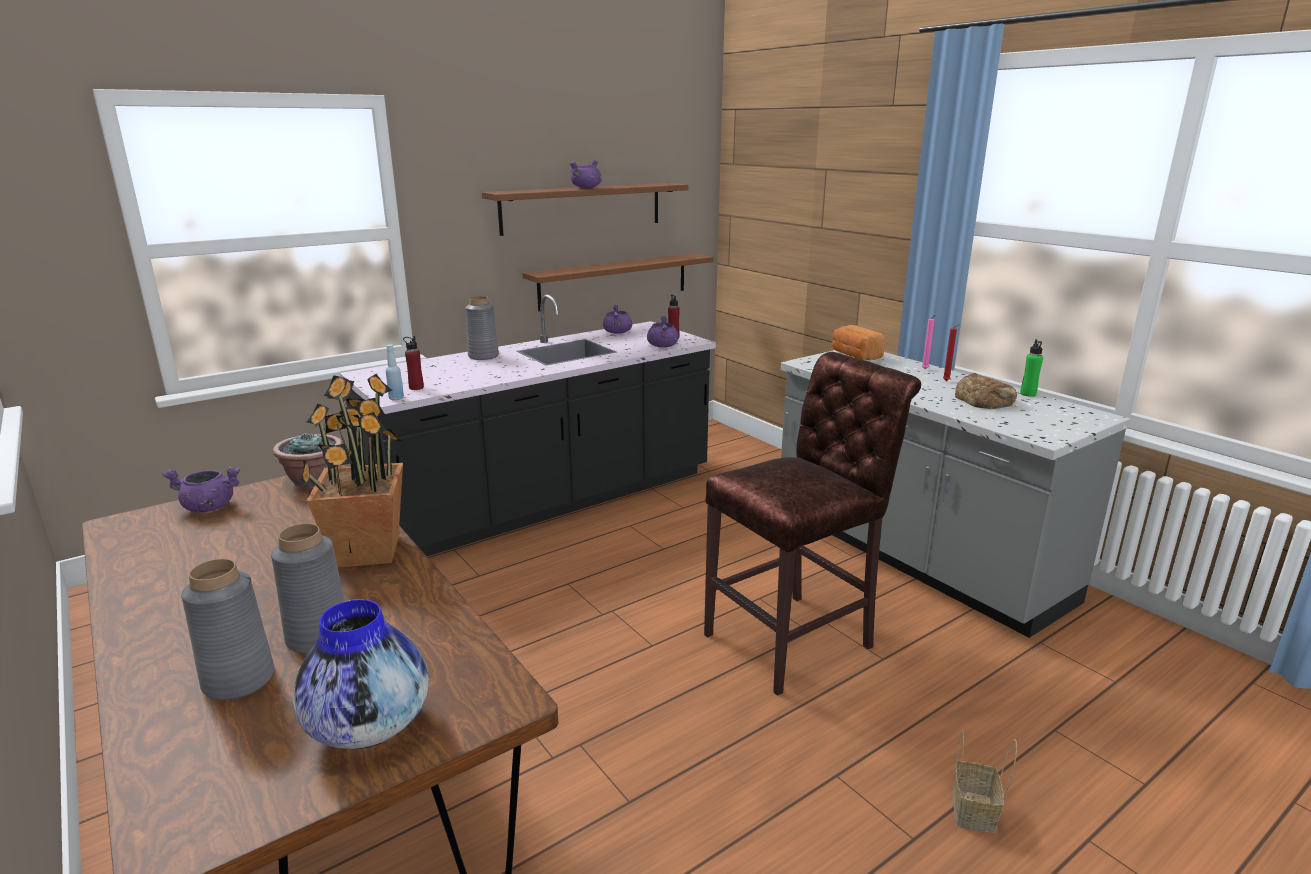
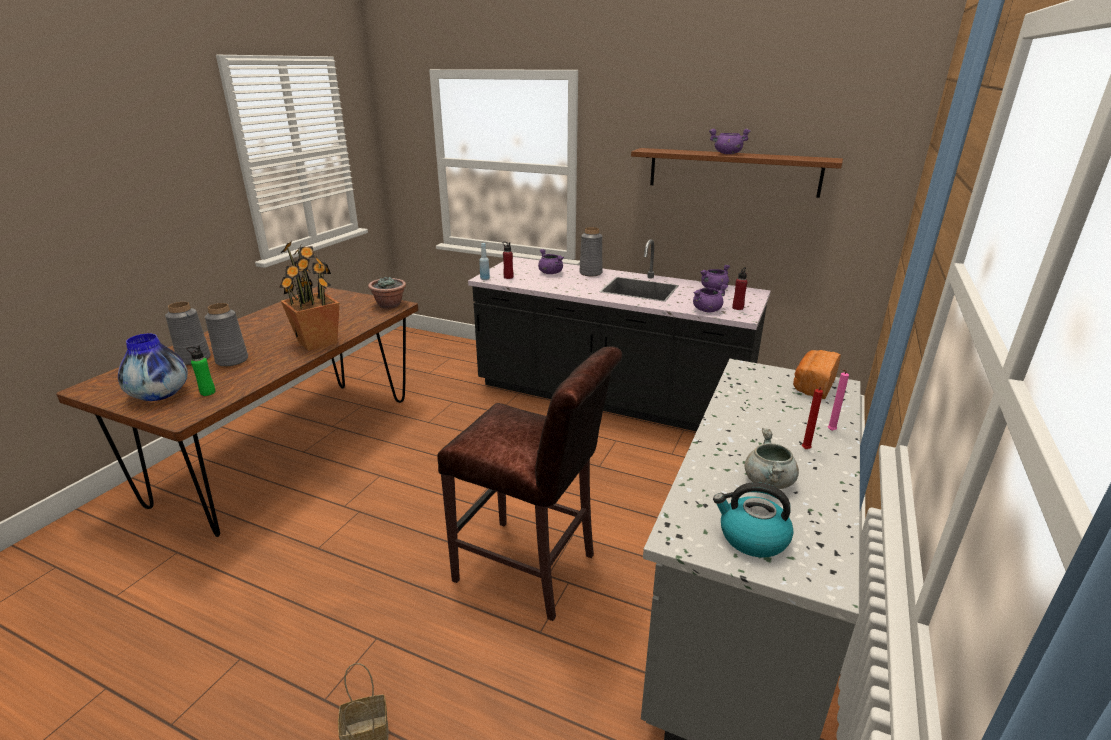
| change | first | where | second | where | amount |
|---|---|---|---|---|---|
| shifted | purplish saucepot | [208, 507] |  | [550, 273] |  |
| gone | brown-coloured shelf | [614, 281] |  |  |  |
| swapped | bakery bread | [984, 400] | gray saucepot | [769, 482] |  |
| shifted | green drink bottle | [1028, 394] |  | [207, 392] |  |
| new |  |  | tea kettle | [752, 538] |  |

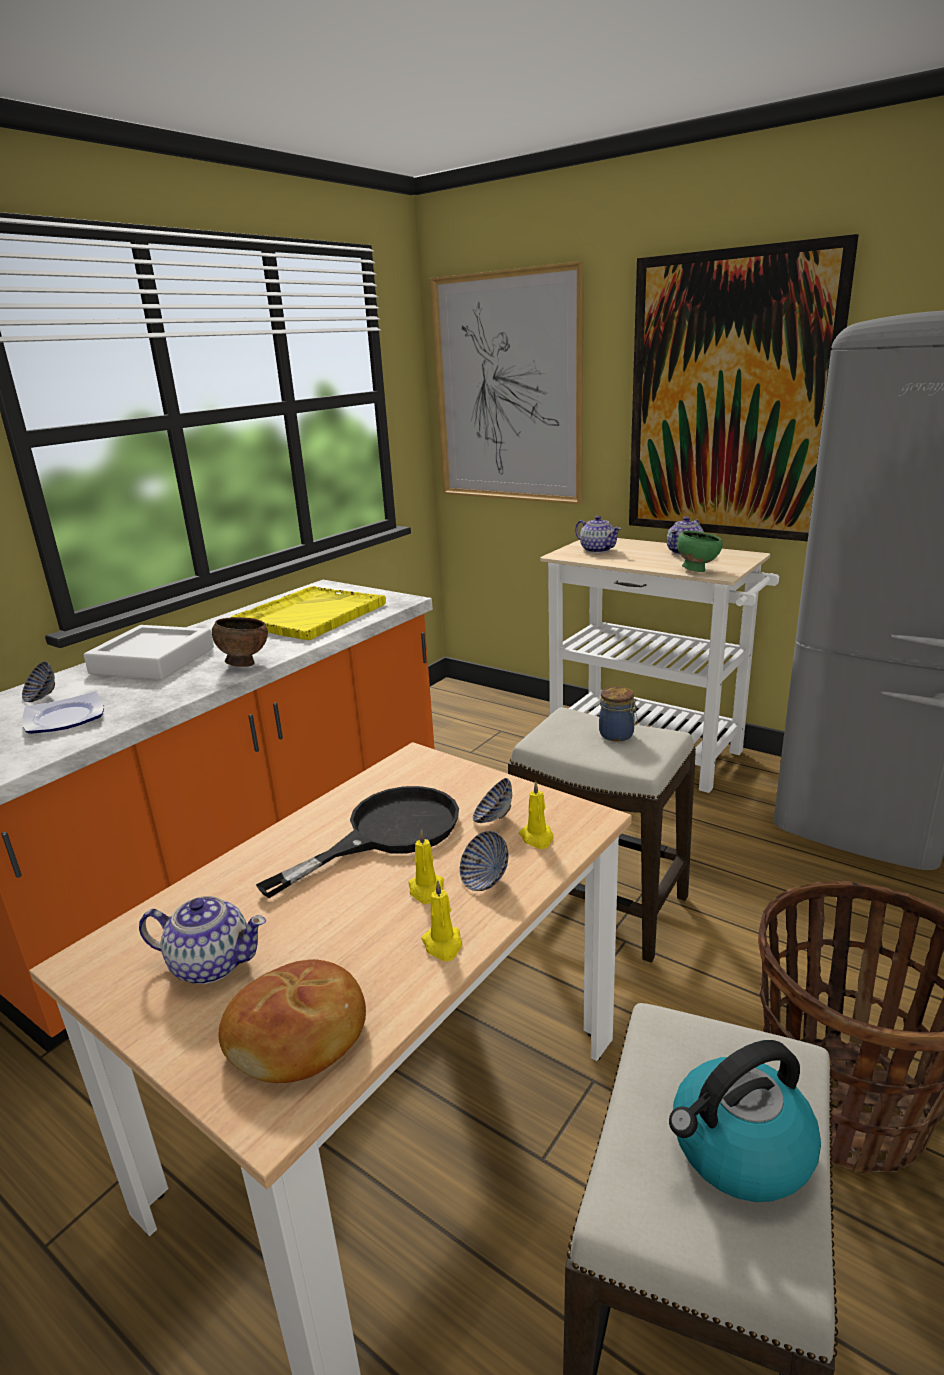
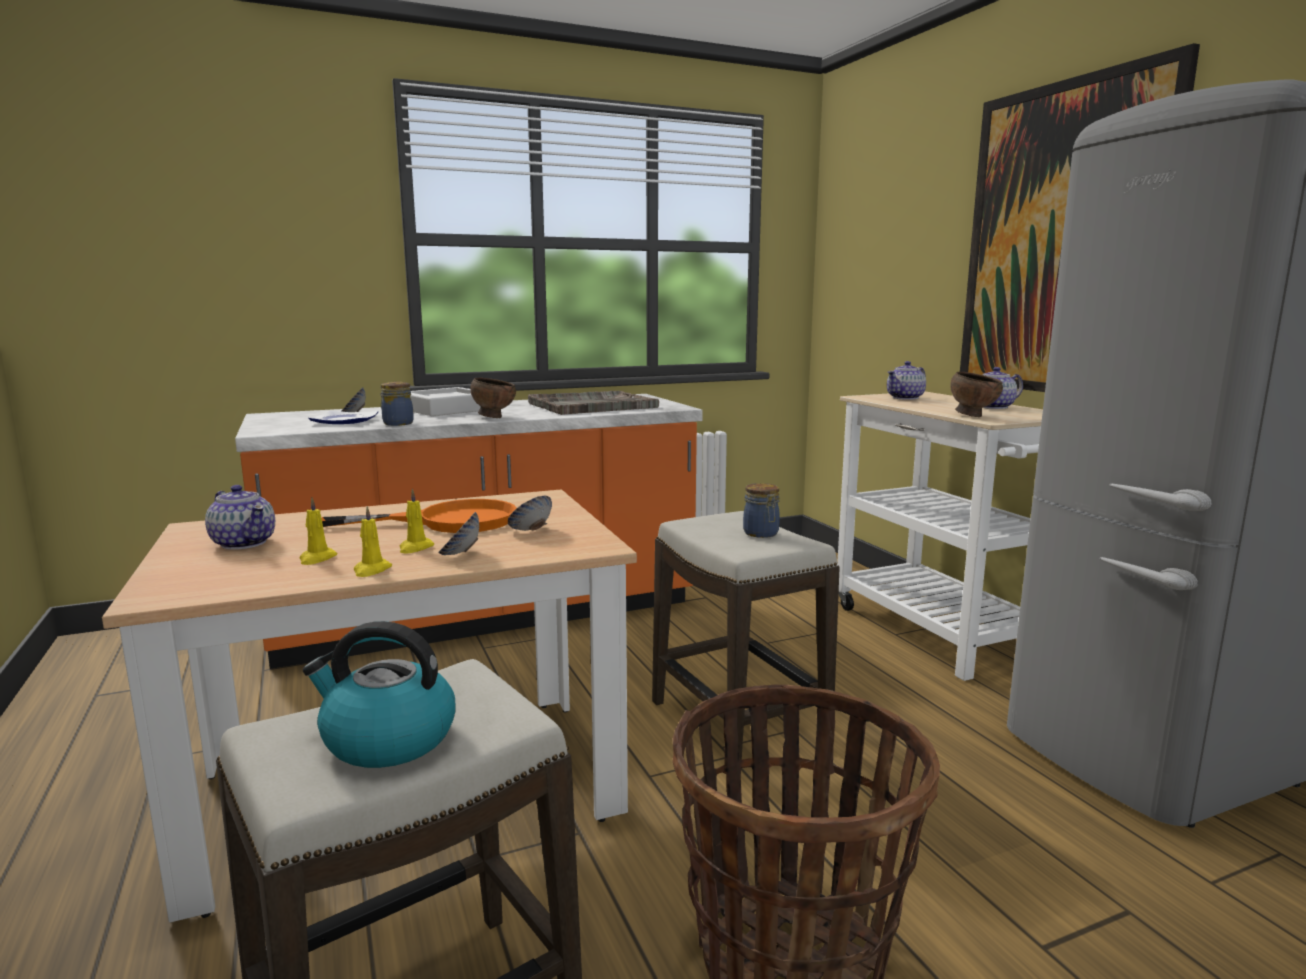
| change | first | where | second | where | amount |
|---|---|---|---|---|---|
| gone | bakery bread | [299, 1036] |  |  |  |
| repainted | yellow-coloured serving tray | [310, 615] | gray serving tray | [591, 405] |  |
| repainted | black-coloured frying pan | [387, 833] | orange-coloured frying pan | [449, 521] |  |
| gone | picture | [507, 390] |  |  |  |
| shifted | yellow-coloured candle | [537, 838] |  | [317, 559] |  |
| rotated | teapot | [597, 550] |  | [905, 398] | 60 degrees clockwise |
| repainted | green serving bowl | [697, 570] | brown-coloured serving bowl | [972, 416] |  |
| new |  |  | storage jar | [397, 423] |  |

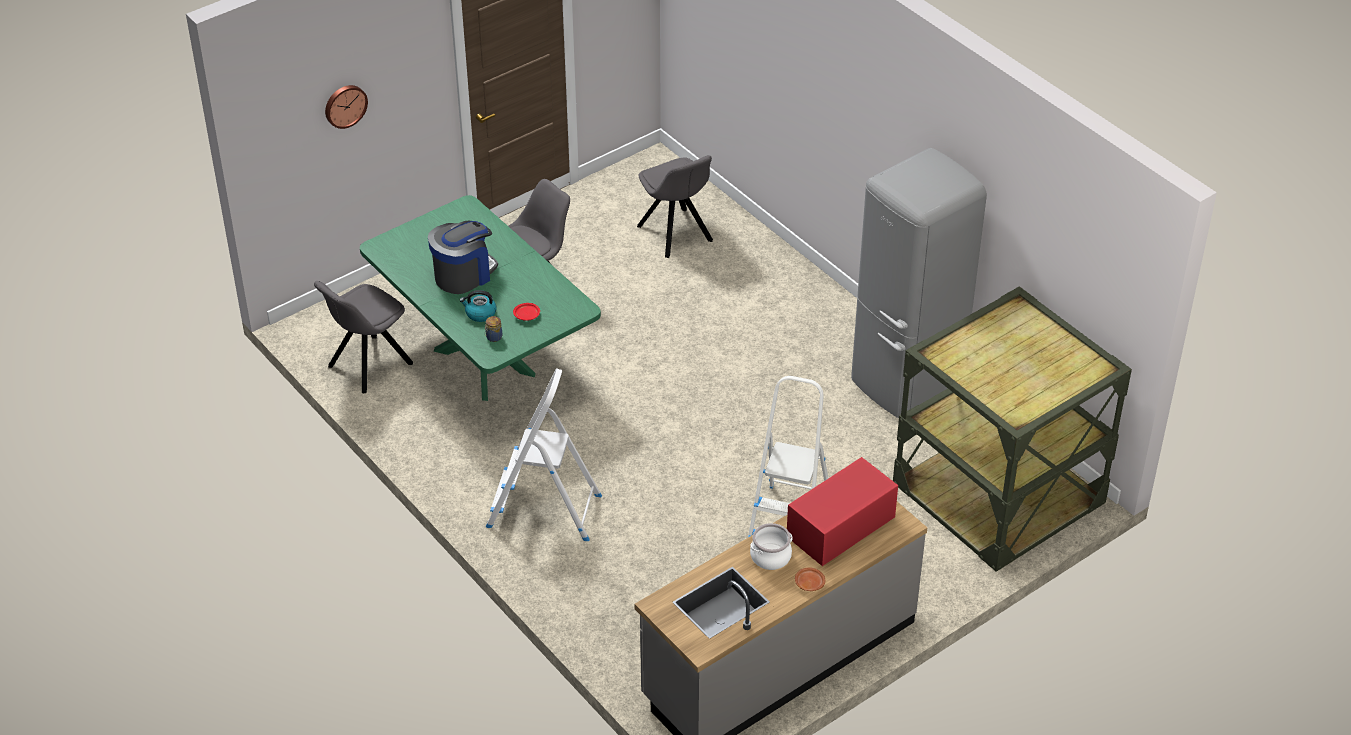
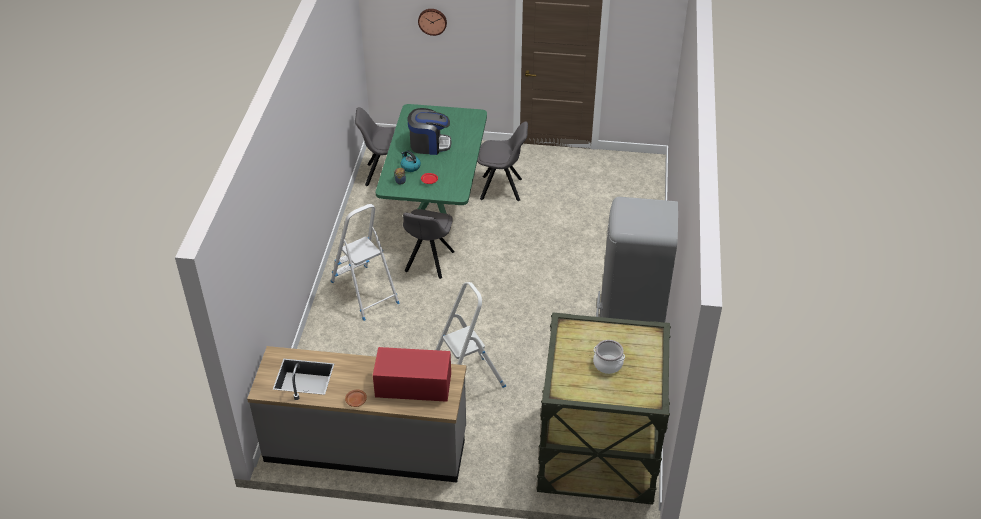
| change | first | where | second | where | amount |
|---|---|---|---|---|---|
| shifted | gray upright chair | [675, 233] |  | [429, 261] |  |
| shifted | saucepot | [770, 556] |  | [608, 363] |  |

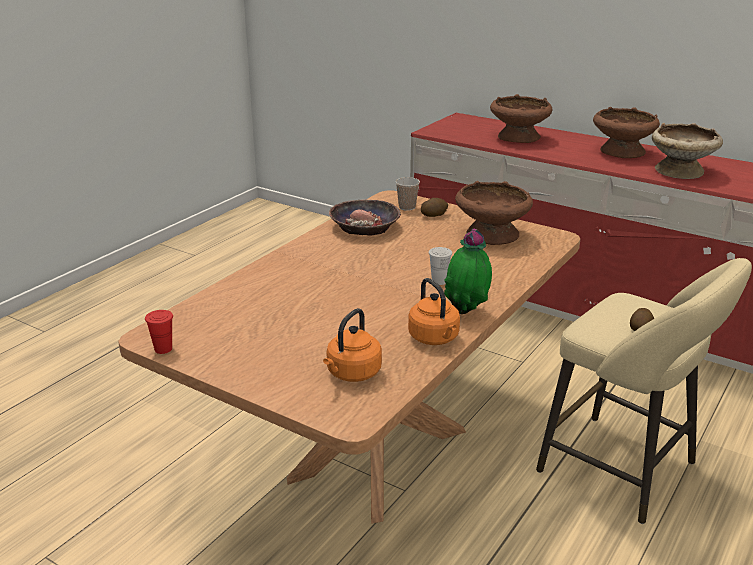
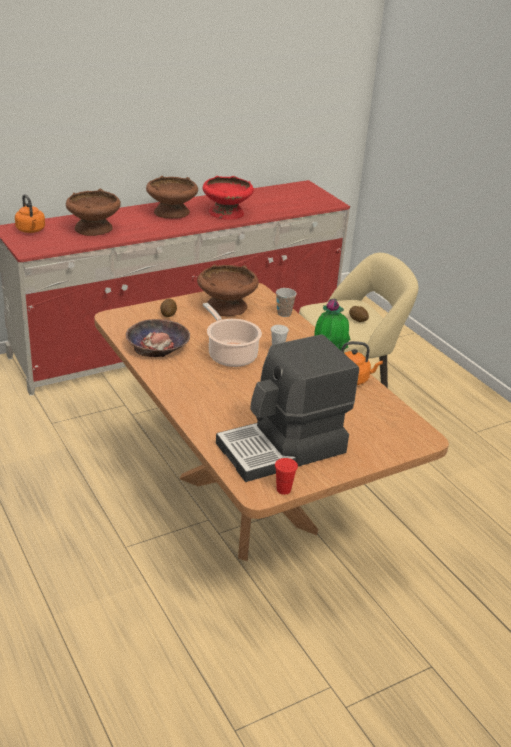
| change | first | where | second | where | amount |
|---|---|---|---|---|---|
| shifted | orange-coloured tea kettle | [352, 374] |  | [31, 230] |  |
| shifted | cup | [407, 207] |  | [284, 313] |  |
| repainted | beige-coloured serving bowl | [681, 171] | red-coloured serving bowl | [227, 212] |  |
| new |  |  | saucepot | [230, 355] |  |
| new |  |  | coffee machine | [283, 449] |  |

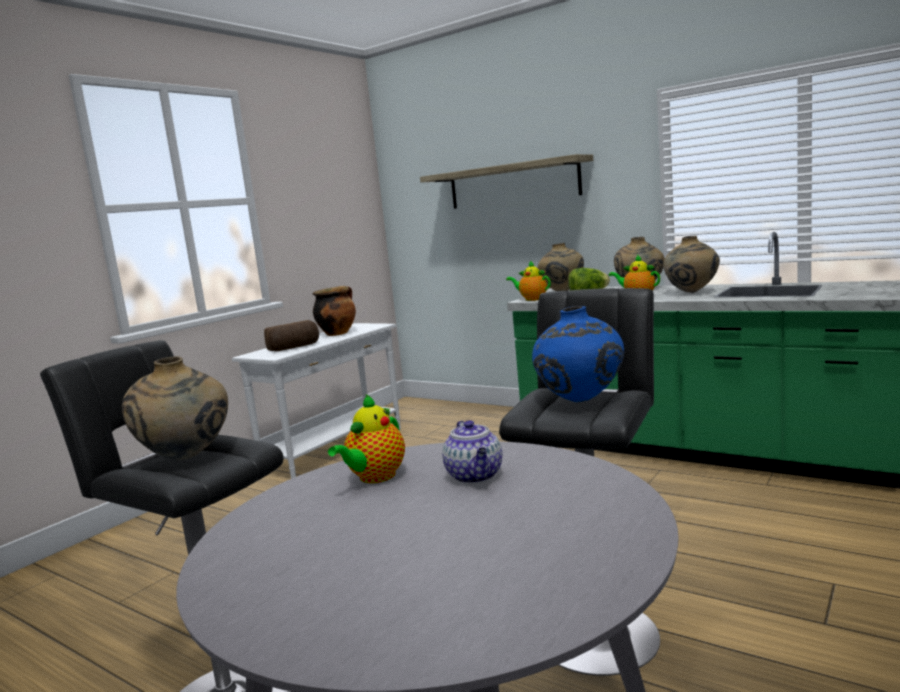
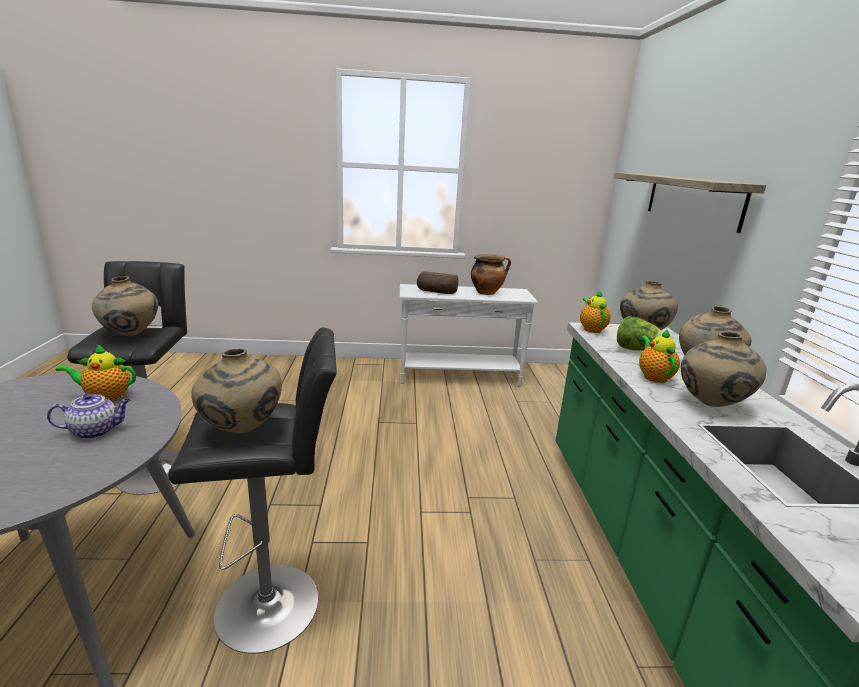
| change | first | where | second | where | amount |
|---|---|---|---|---|---|
| rotated | teapot | [475, 476] |  | [96, 431] | 150 degrees counterclockwise |
| repainted | bluish flower vase | [581, 402] | beige-coloured flower vase | [241, 431] |  |

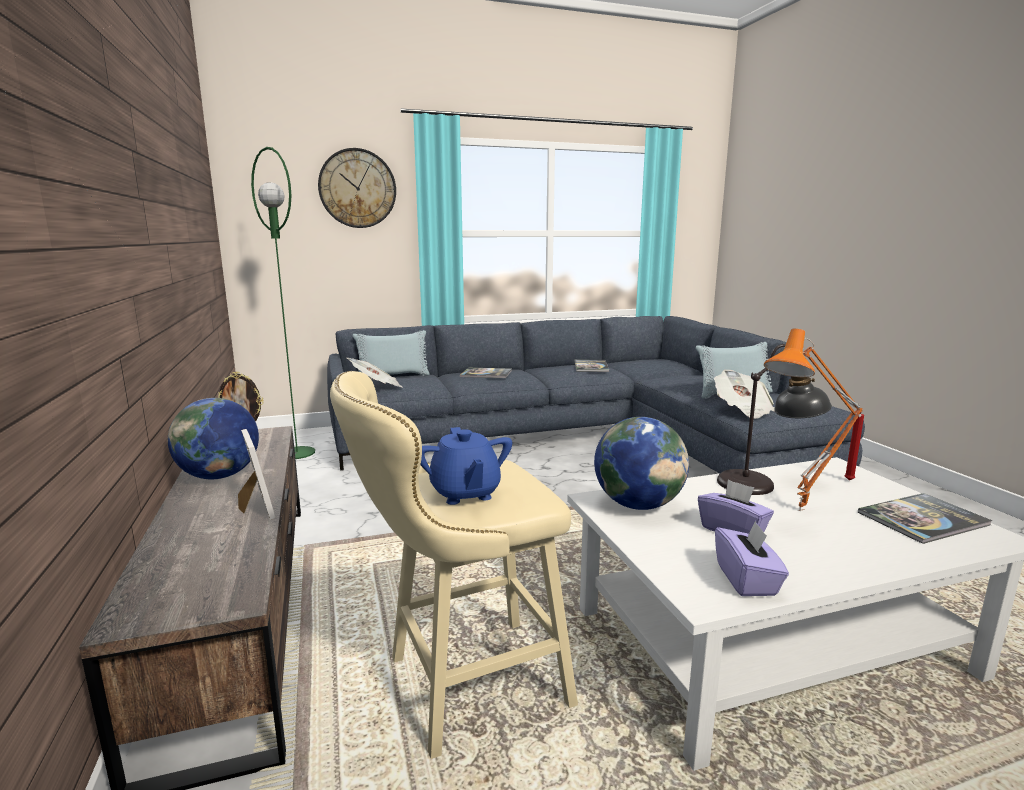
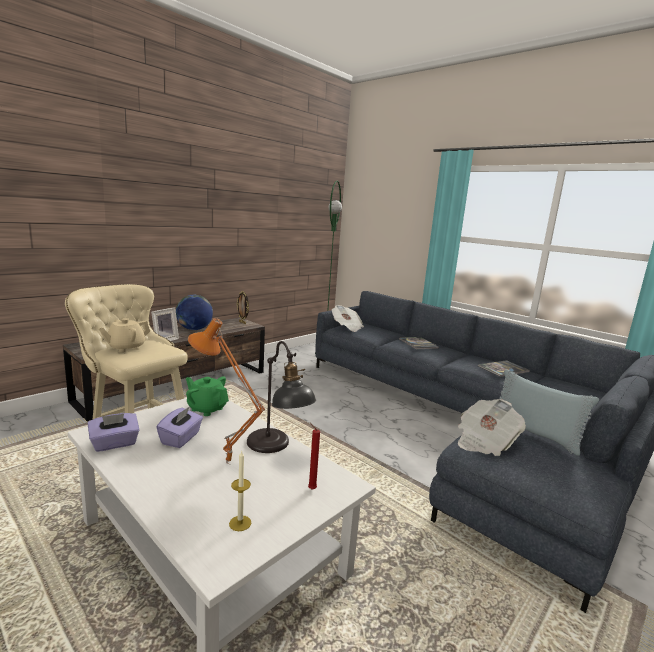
| change | first | where | second | where | amount |
|---|---|---|---|---|---|
| gone | hanging clock | [357, 188] |  |  |  |
| gone | bluish throw pillow | [393, 376] |  |  |  |
| repainted | bluish teapot | [465, 493] | beige-coloured teapot | [126, 348] |  |
| swapped | globe | [638, 505] | green teapot | [207, 409] |  |
| swapped | volume | [922, 519] | candle | [240, 523] |  |

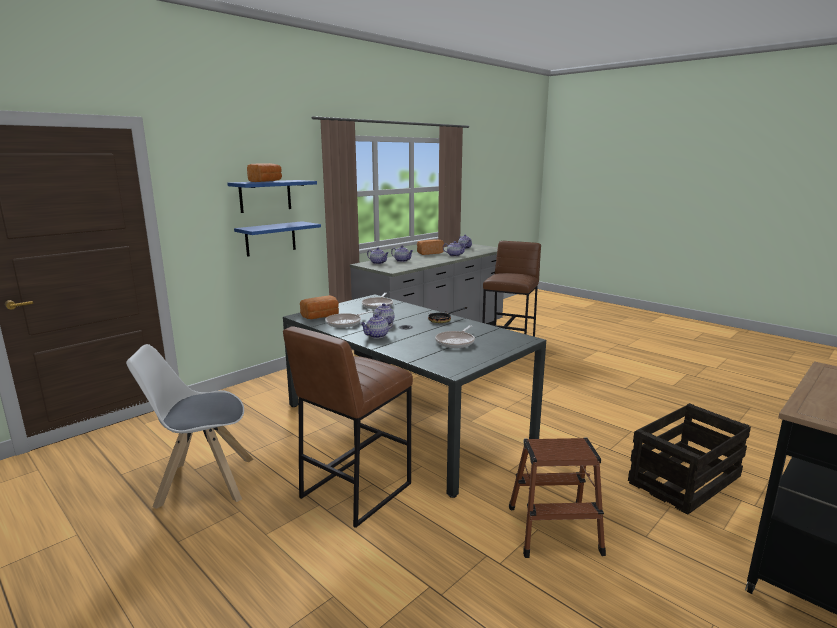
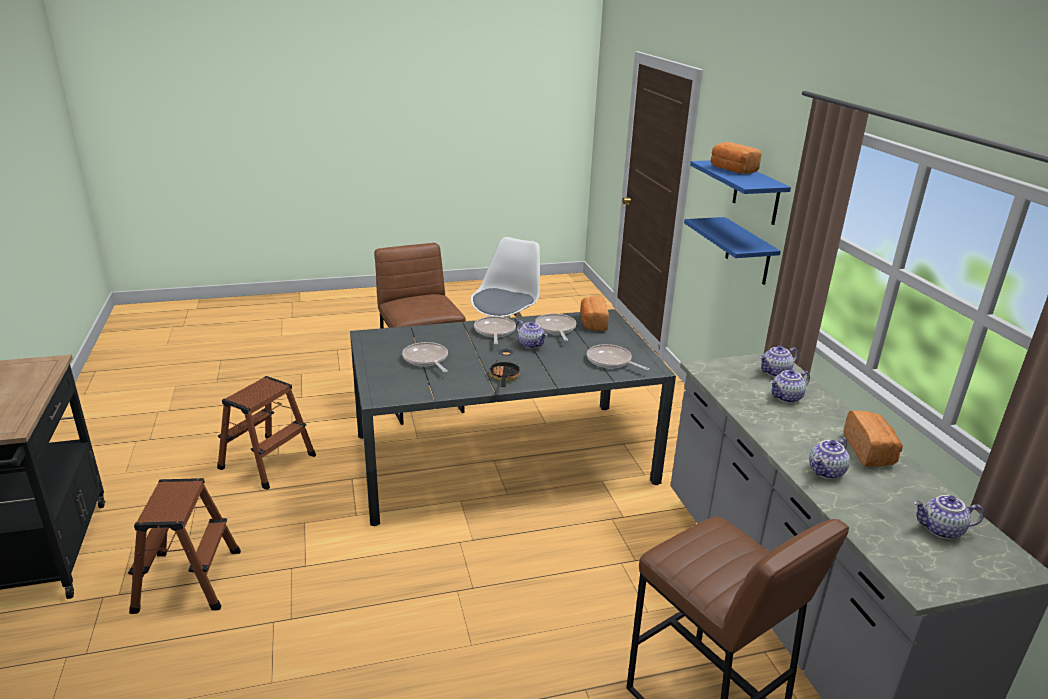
| change | first | where | second | where | amount |
|---|---|---|---|---|---|
| swapped | teapot | [377, 336] | frying pan | [494, 332] |  |
| swapped | packing crate | [684, 480] | brown-coloured step ladder | [188, 580] |  |

